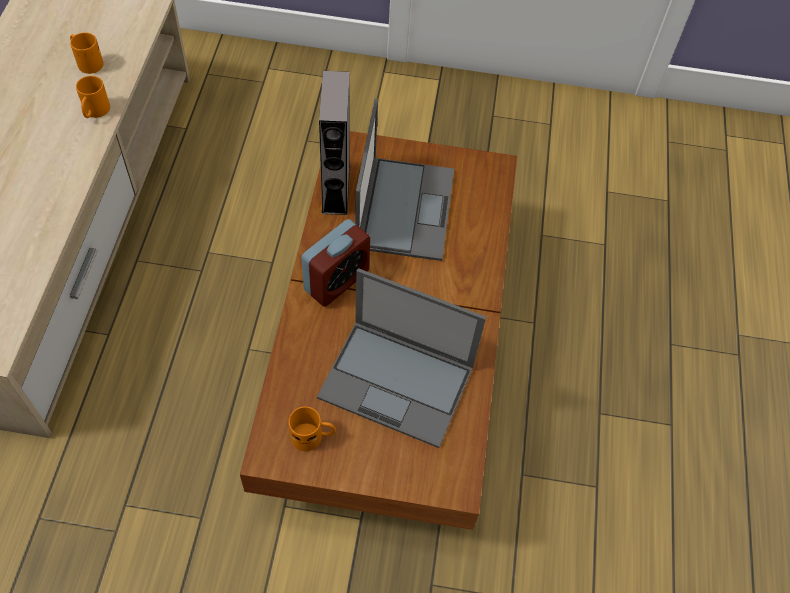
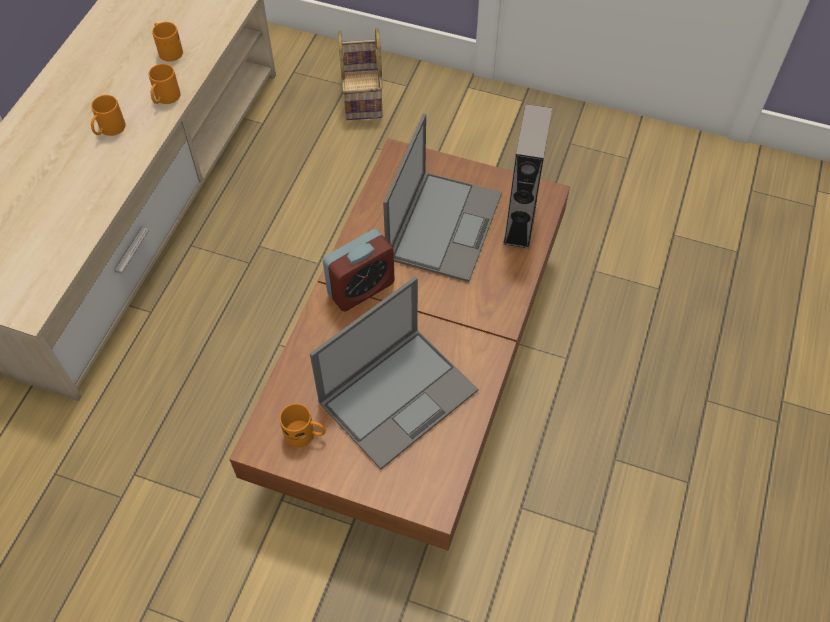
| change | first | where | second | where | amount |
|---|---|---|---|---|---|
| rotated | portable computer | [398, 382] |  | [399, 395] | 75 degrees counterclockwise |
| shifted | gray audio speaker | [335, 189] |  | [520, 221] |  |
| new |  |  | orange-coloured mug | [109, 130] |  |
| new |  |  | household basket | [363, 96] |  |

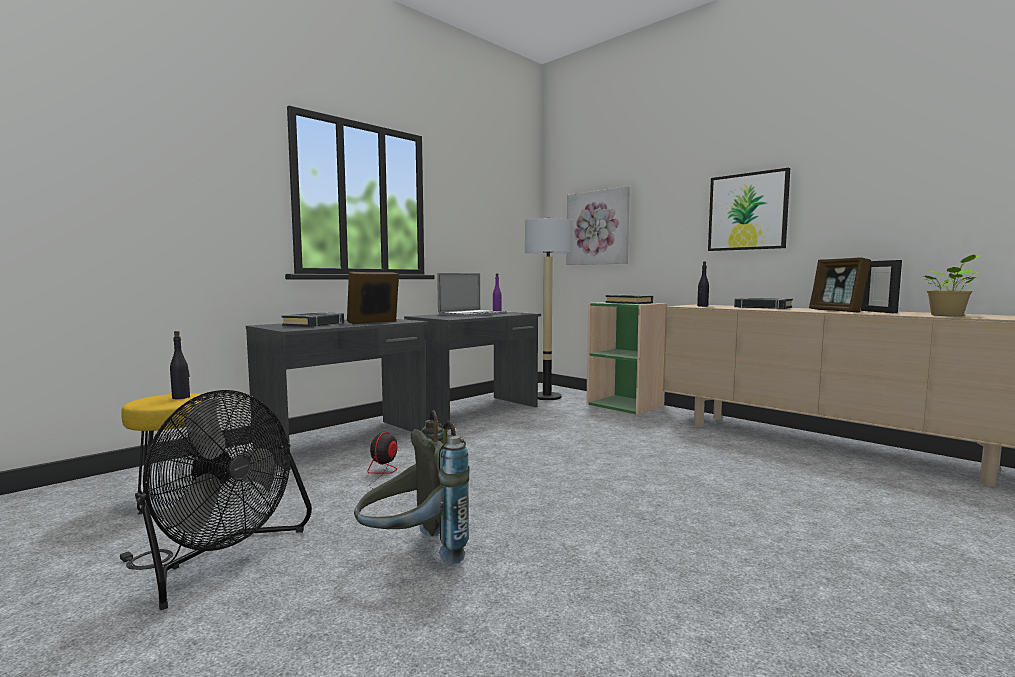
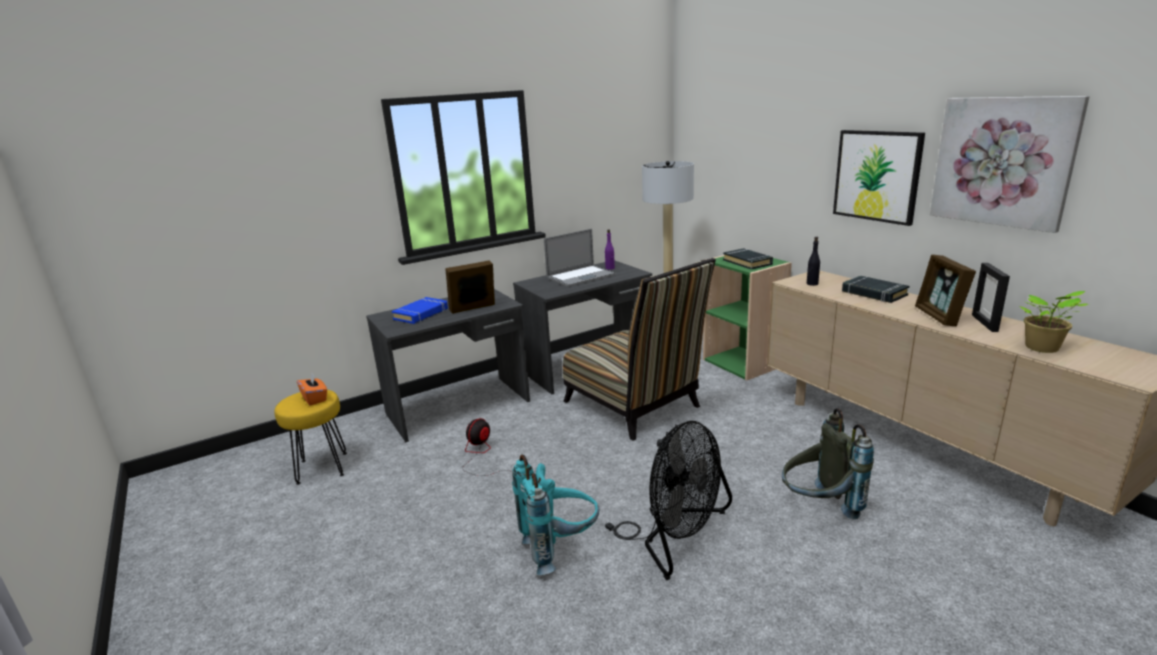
| change | first | where | second | where | amount |
|---|---|---|---|---|---|
| shifted | black-coloured cooling fan | [213, 560] |  | [673, 536] |  |
| swapped | black-coloured drink bottle | [181, 397] | orange-coloured tissue holder | [315, 398] |  |
| repainted | black-coloured volume | [314, 324] | bluish volume | [421, 314] |  |
| shifted | gray rucksack | [413, 555] |  | [819, 508] |  |
| shifted | picture | [598, 228] |  | [1003, 161] |  |
| new |  |  | turquoise rucksack | [560, 547] |  |
| new |  |  | upright chair | [636, 407] |  |

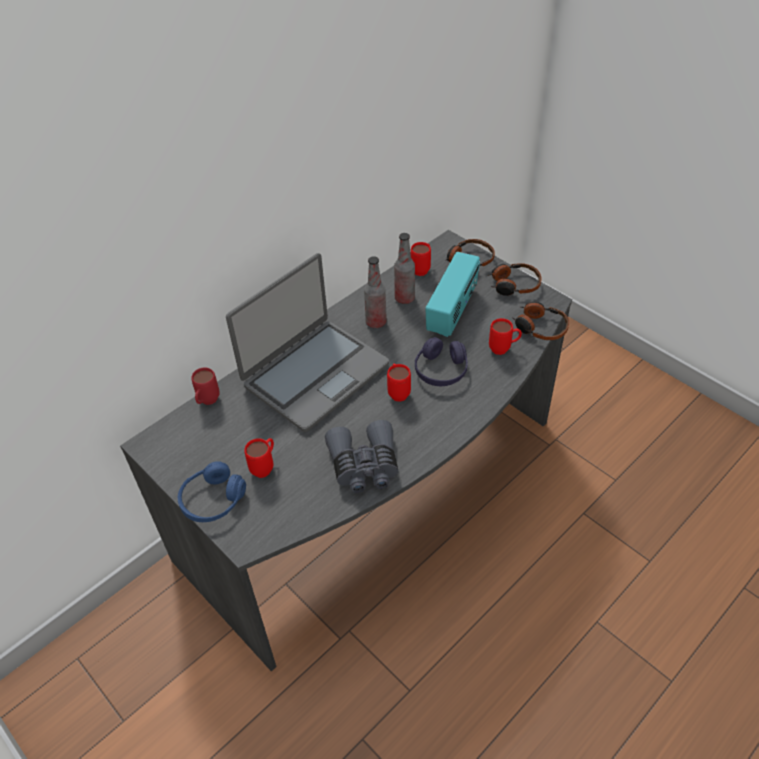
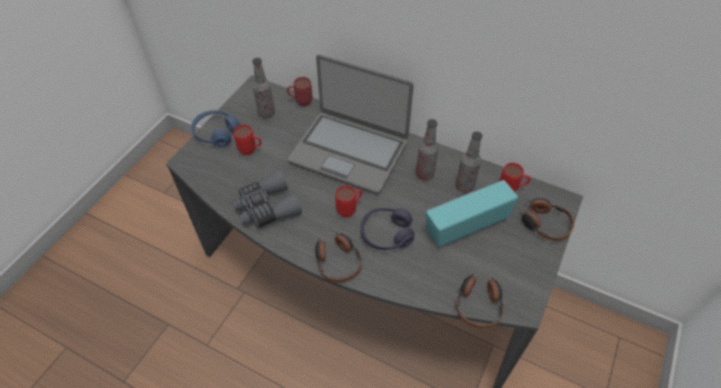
| change | first | where | second | where | amount |
|---|---|---|---|---|---|
| rotated | radio | [452, 311] |  | [465, 226] | 150 degrees clockwise |
| shifted | pair of headphones | [514, 285] |  | [337, 261] |  |
| gone | red-coloured mug | [503, 349] |  |  |  |
| new |  |  | drink bottle | [266, 113] |  |

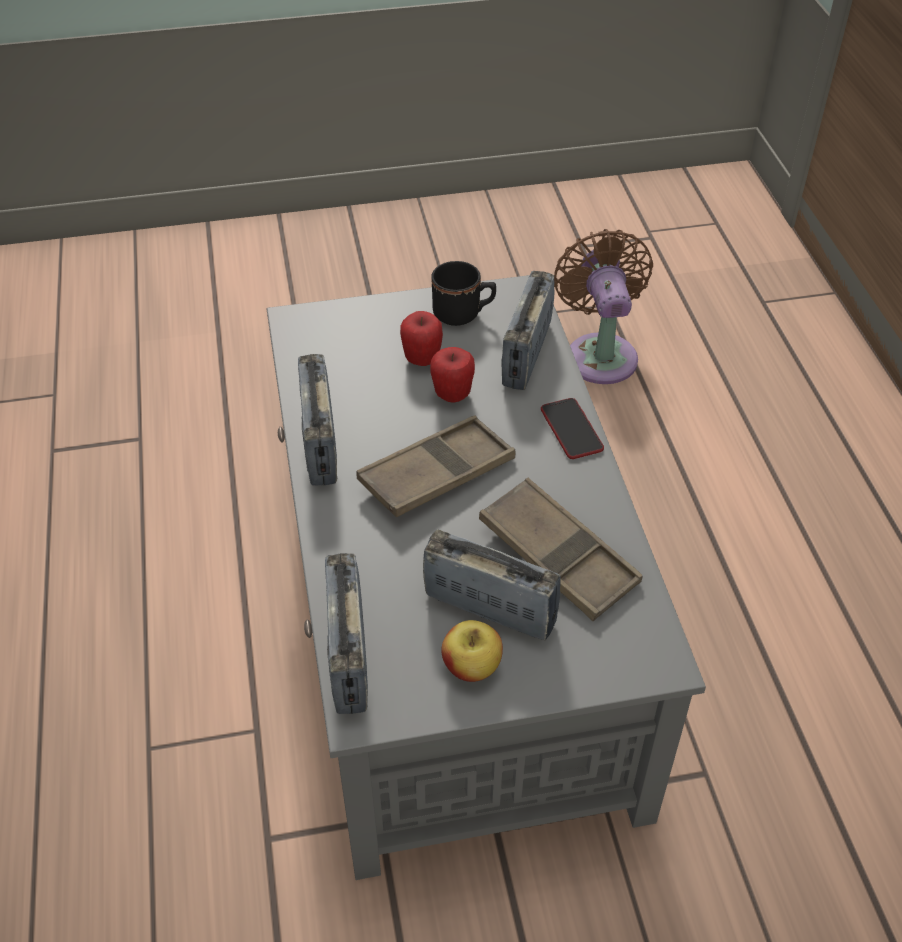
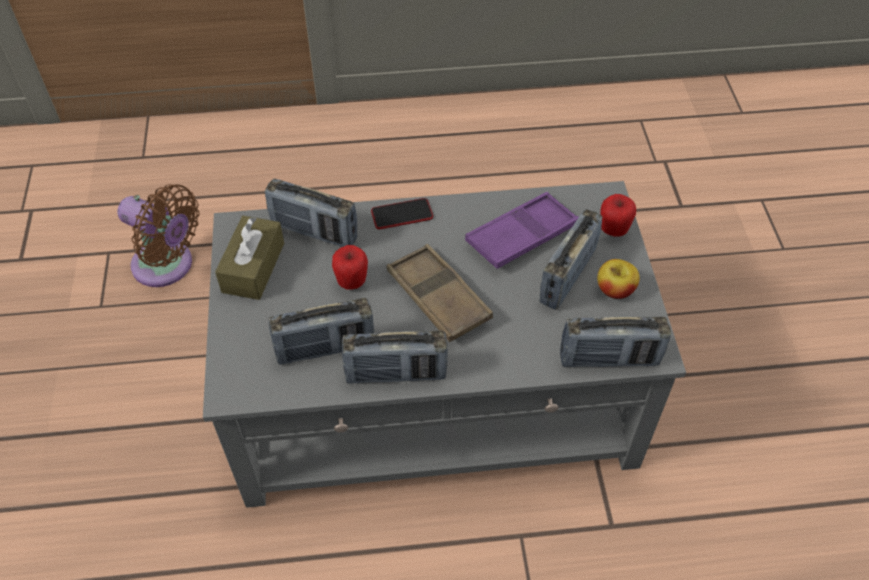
| change | first | where | second | where | amount |
|---|---|---|---|---|---|
| shifted | apple fruit | [422, 359] |  | [613, 230] |  |
| swapped | black-coloured mug | [463, 314] | brown-coloured tissue holder | [253, 267] |  |
| repainted | brown-coloured serving tray | [558, 556] | purplish serving tray | [522, 236] |  |
| rotated | brown-coloured cooling fan | [600, 353] |  | [167, 266] | 150 degrees counterclockwise |
| new |  |  | radio | [325, 348] |  |

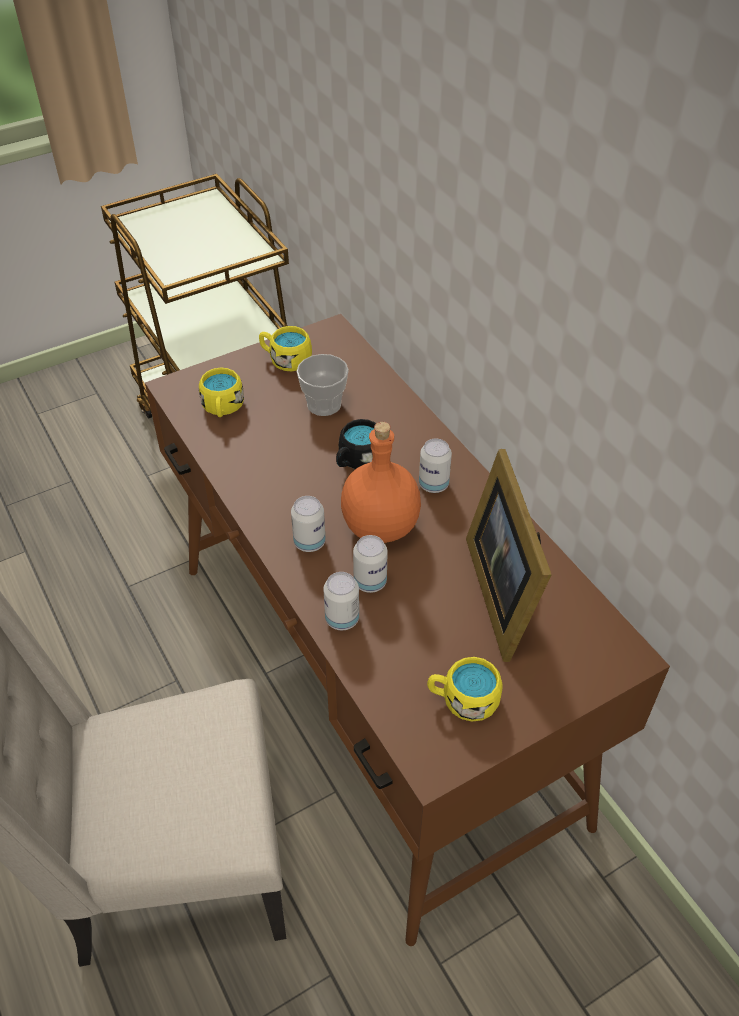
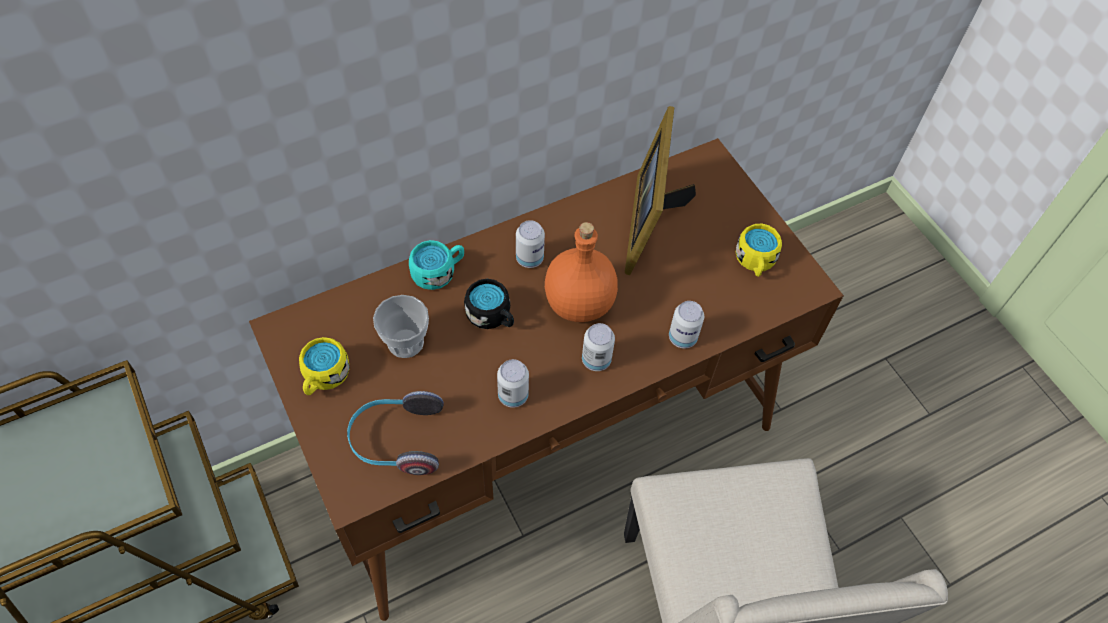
| change | first | where | second | where | amount |
|---|---|---|---|---|---|
| swapped | yellow-coloured mug | [222, 408] | pair of headphones | [397, 440] |  |
| shifted | sealed can | [370, 582] |  | [513, 395] |  |
| rotated | photo frame | [505, 590] |  | [651, 222] | 105 degrees clockwise |
| new |  |  | turquoise mug | [438, 272] |  |

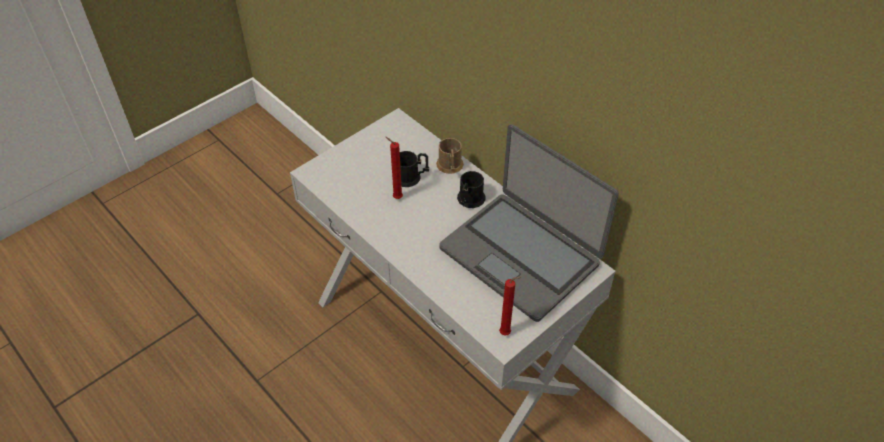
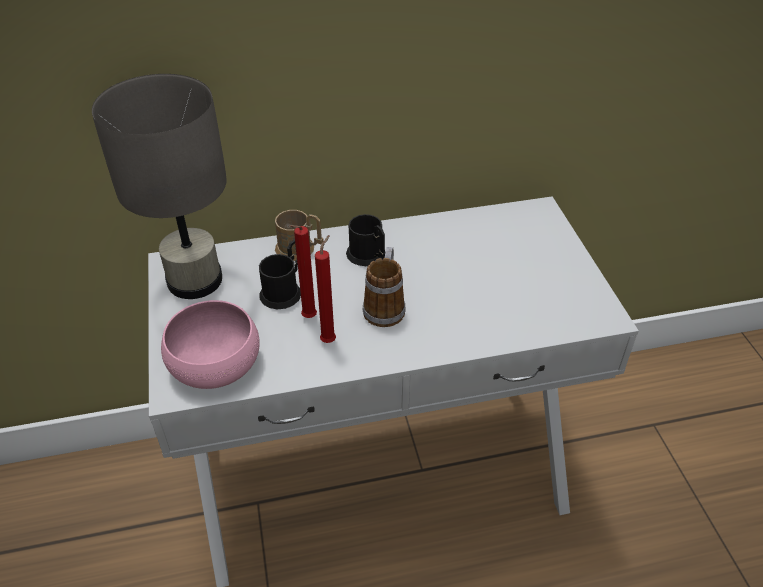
| change | first | where | second | where | amount |
|---|---|---|---|---|---|
| gone | portable computer | [521, 255] |  |  |  |
| shifted | red-coloured candle | [506, 333] |  | [330, 340] |  |
| new |  |  | gray table lamp | [196, 280] |  |
| new |  |  | pink-coloured serving bowl | [215, 363] |  |
| new |  |  | mug | [385, 306] |  |

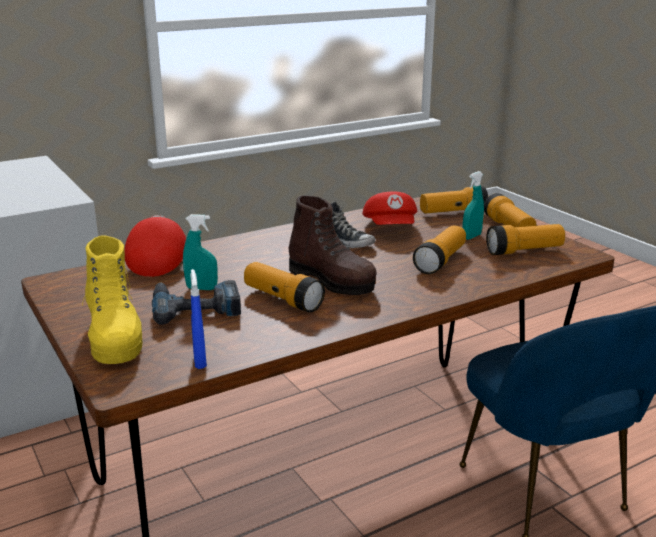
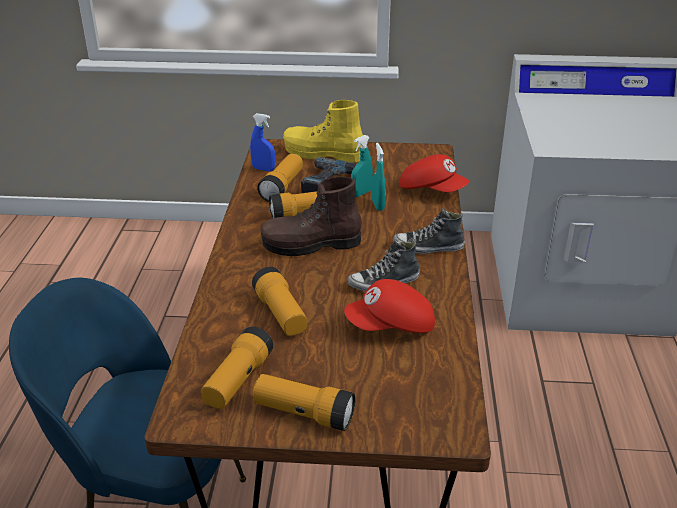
| change | first | where | second | where | amount |
|---|---|---|---|---|---|
| rotated | red-coloured peaked cap | [391, 228] |  | [391, 326] | 45 degrees counterclockwise |
| shifted | flashlight | [453, 213] |  | [282, 187] |  |
| shifted | turquoise hand sprayer | [471, 237] |  | [378, 205] |  |
| new |  |  | low shoe | [428, 247] |  |

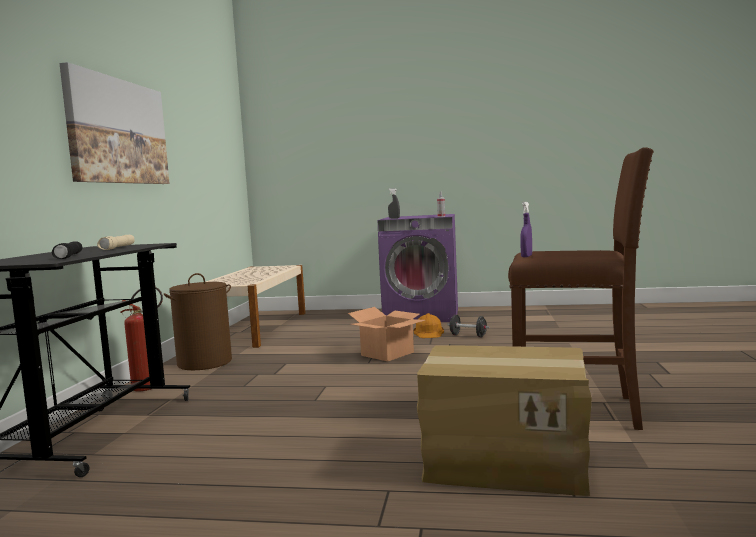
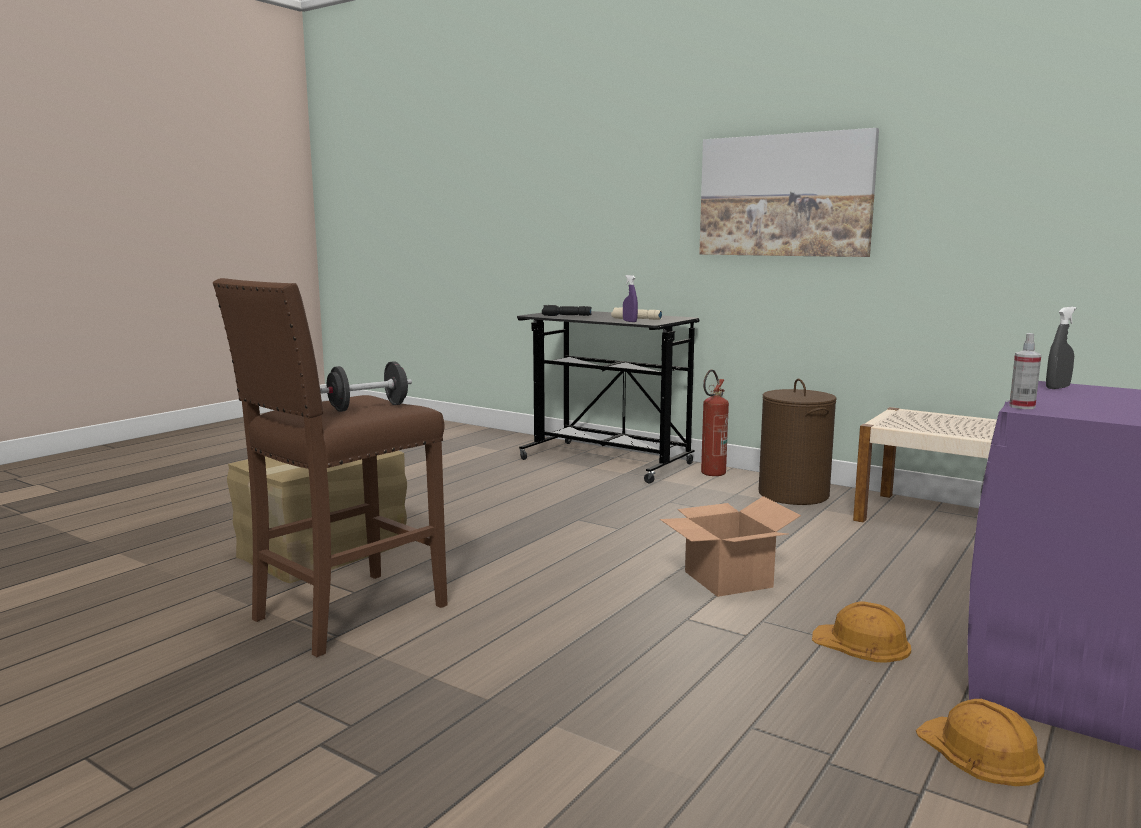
| change | first | where | second | where | amount |
|---|---|---|---|---|---|
| shifted | black-coloured dumbbell | [468, 335] |  | [368, 407] |  |
| shifted | purplish hand sprayer | [526, 256] |  | [629, 321] |  |
| new |  |  | orange-coloured hard hat | [980, 751] |  |

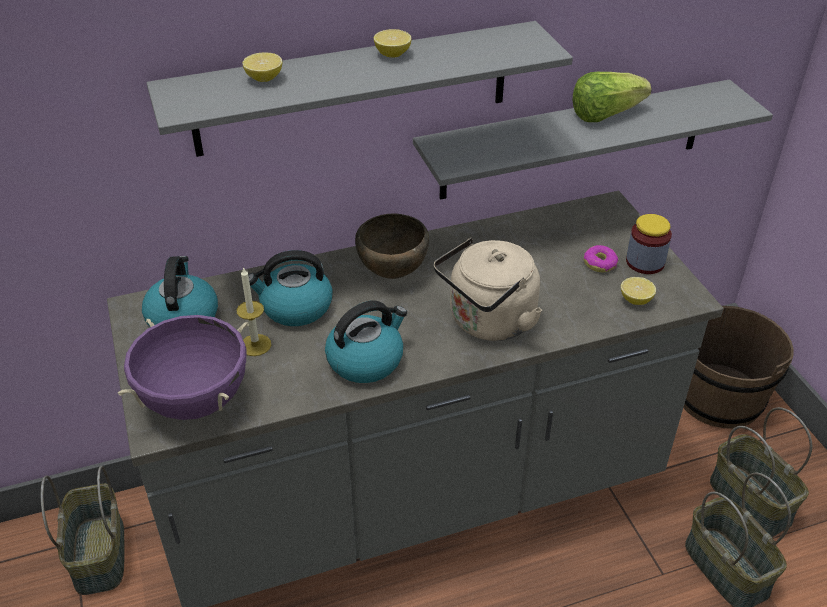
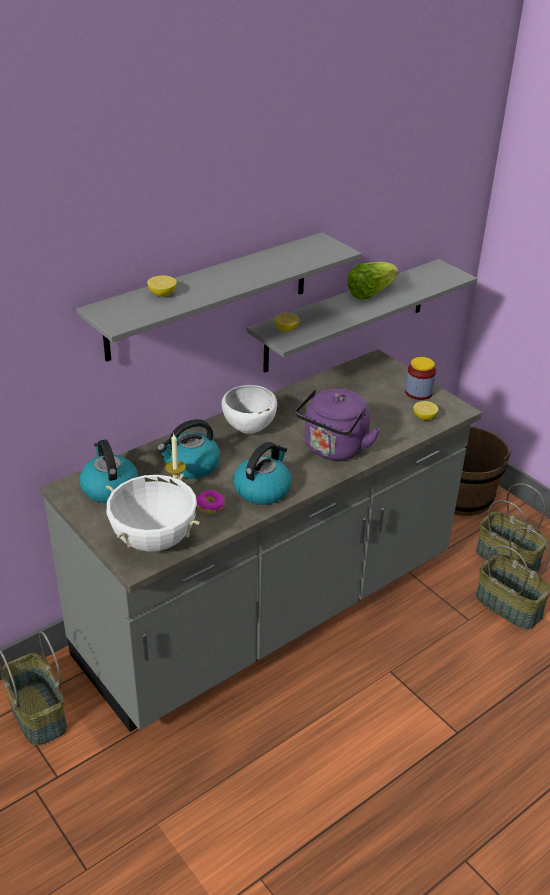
| change | first | where | second | where | amount |
|---|---|---|---|---|---|
| repainted | purplish saucepot | [195, 400] | whitish saucepot | [154, 540] |  |
| repainted | brown-coloured serving bowl | [393, 273] | whitish serving bowl | [249, 430] |  |
| shifted | lemon | [392, 54] |  | [286, 329] |  |
| repainted | beige-coloured tea kettle | [488, 322] | purplish tea kettle | [334, 449] |  |
| shifted | ring doughnut | [600, 263] |  | [210, 506] |  |

